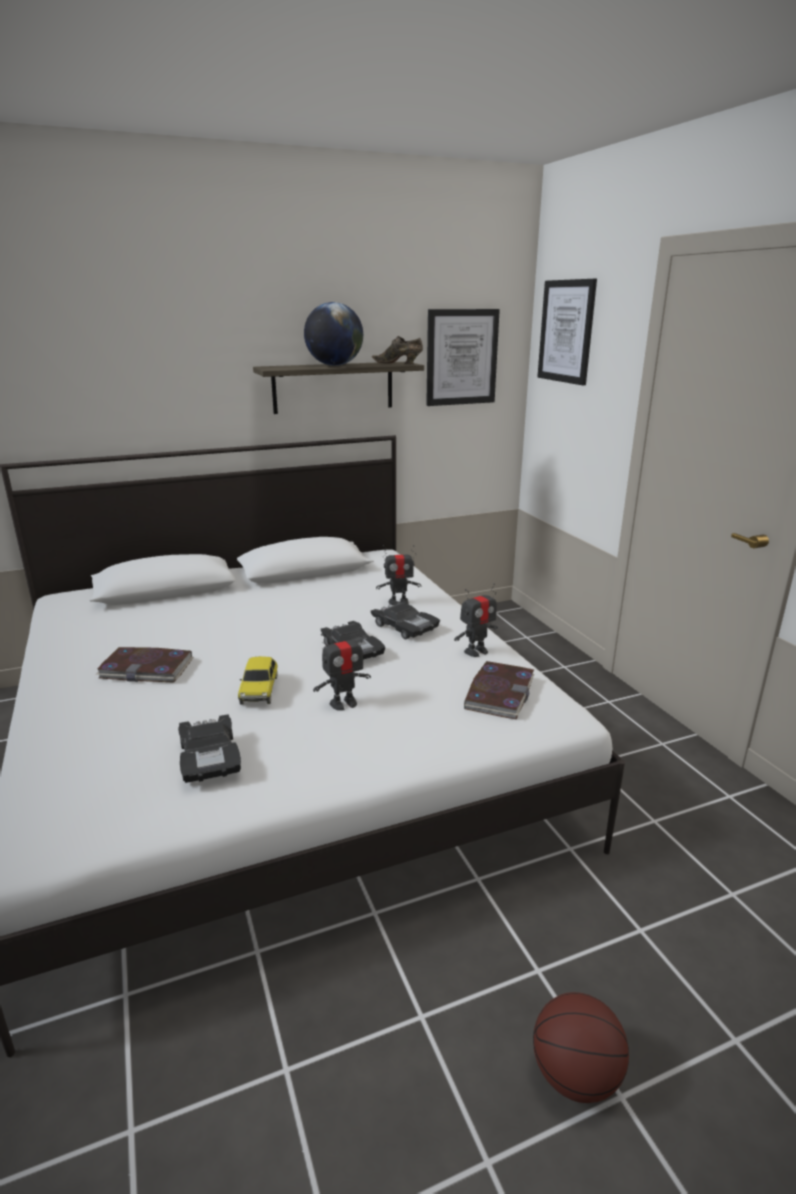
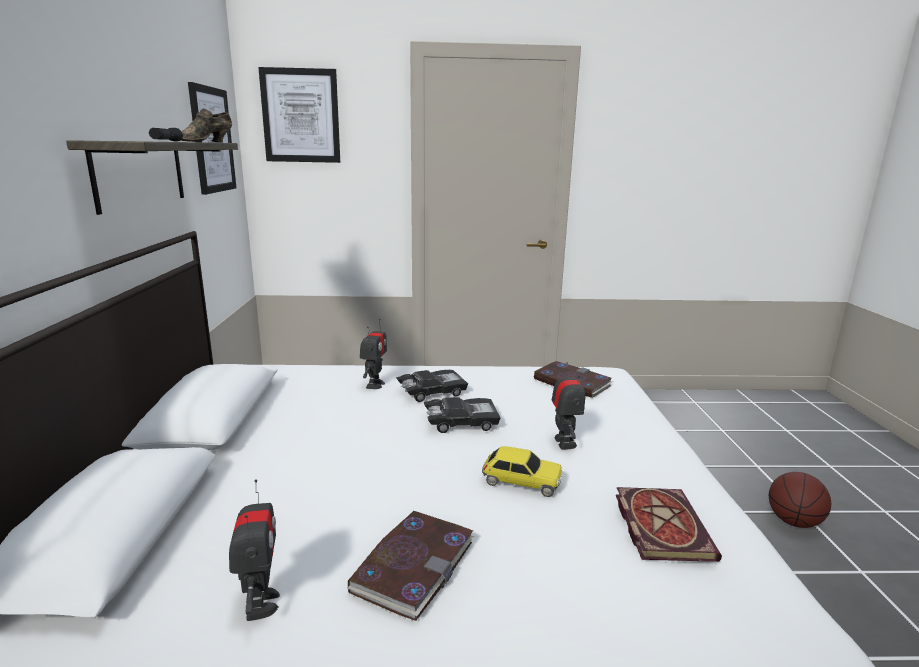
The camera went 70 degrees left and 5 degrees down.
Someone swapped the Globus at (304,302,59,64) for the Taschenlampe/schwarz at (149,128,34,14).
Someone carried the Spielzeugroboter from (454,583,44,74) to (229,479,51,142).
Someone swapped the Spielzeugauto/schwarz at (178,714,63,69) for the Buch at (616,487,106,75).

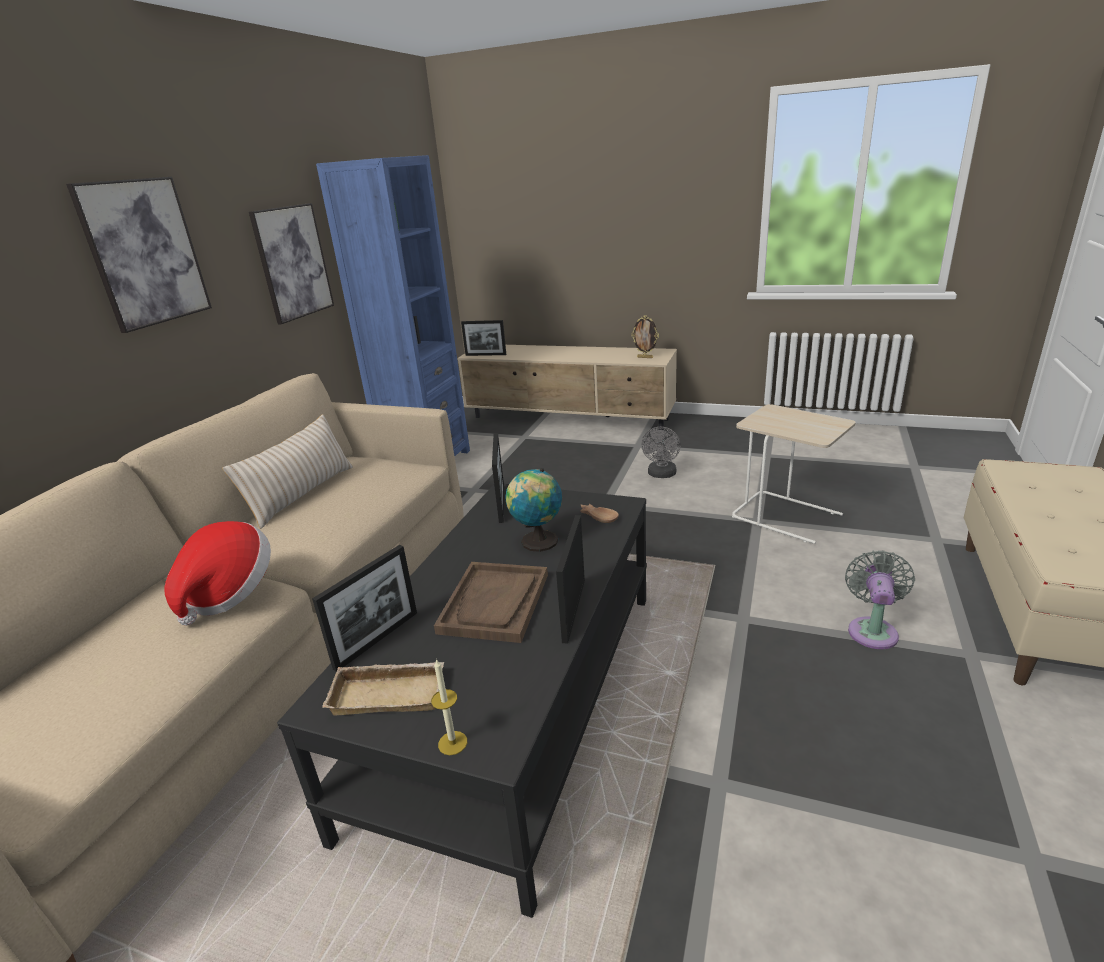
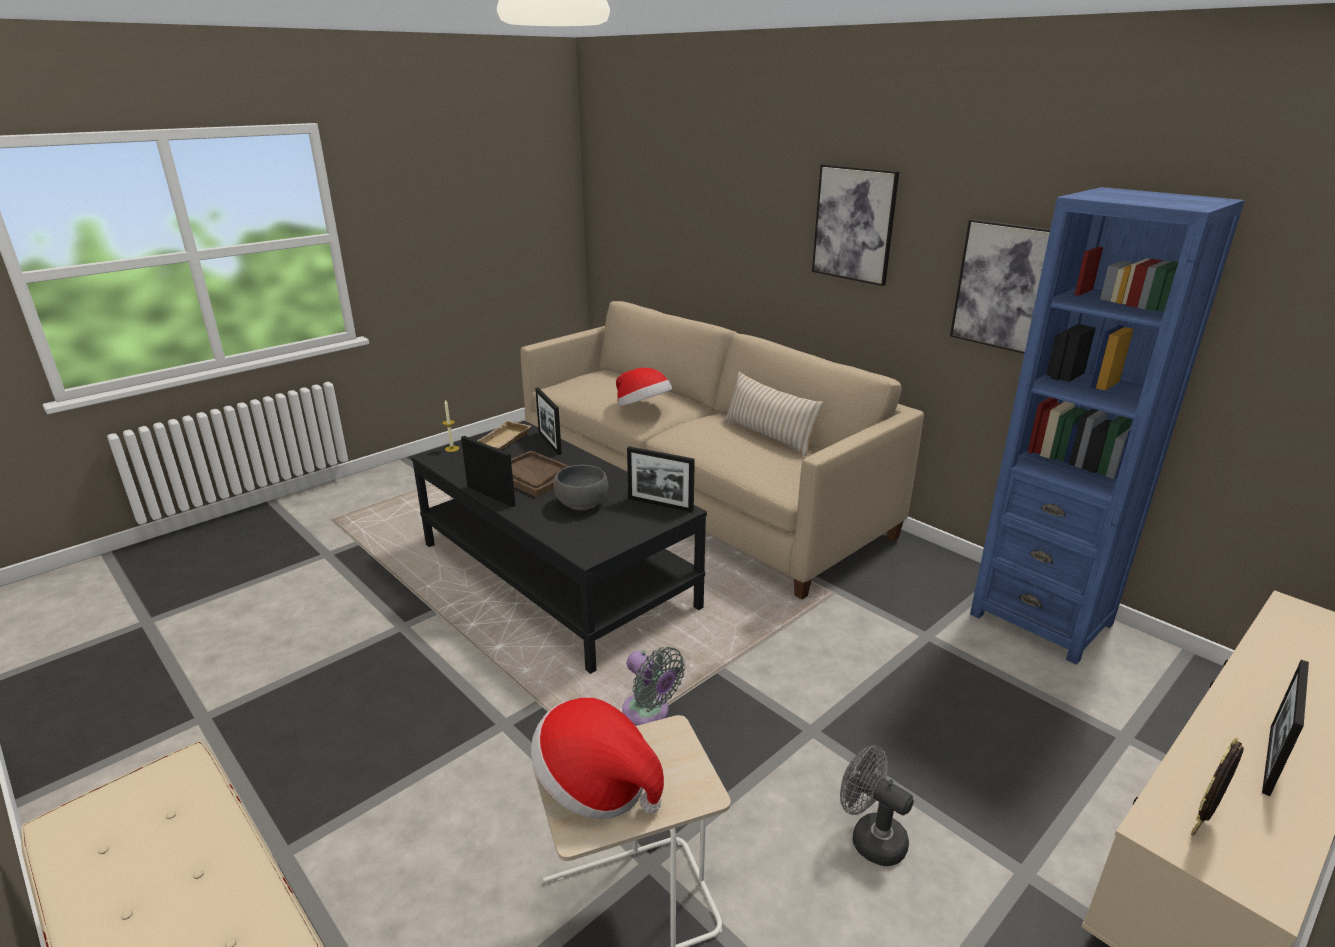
The camera went 115 degrees right and 0 degrees up.
Someone put down the Hut at (531,698,133,121).
Someone swapped the Globus at (505,468,57,84) for the Schüssel/grau at (553,465,55,45).
Someone carried the Ventilator/grau from (845,550,70,99) to (622,647,63,78).
Someone carried the Bilderrahmen from (461,320,45,36) to (1262,660,47,136).
Someone took away the Schüssel/braun at (580,504,39,19).

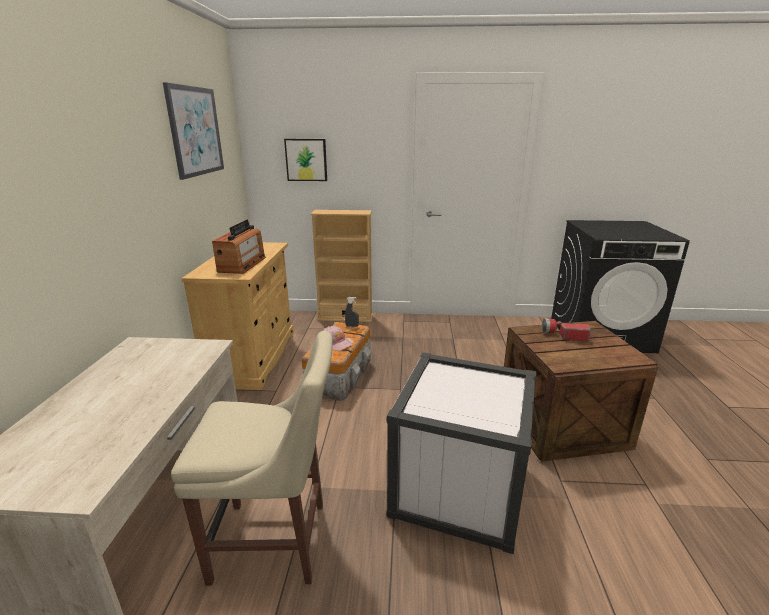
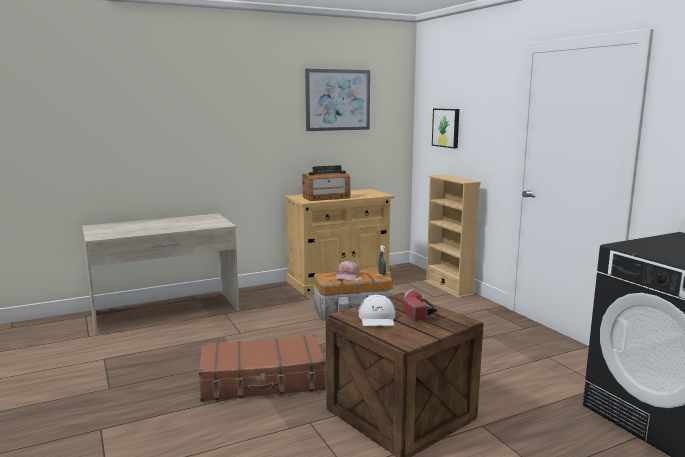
The camera went 60 degrees right and 10 degrees down.
Someone swapped the Aufbewahrungsbox/weiß at (386,352,151,202) for the Koffer/braun at (198,334,127,68).
Someone put down the Kappe/weiß at (359,295,36,31).
Someone took away the Stuhl/beige at (171,331,162,255).

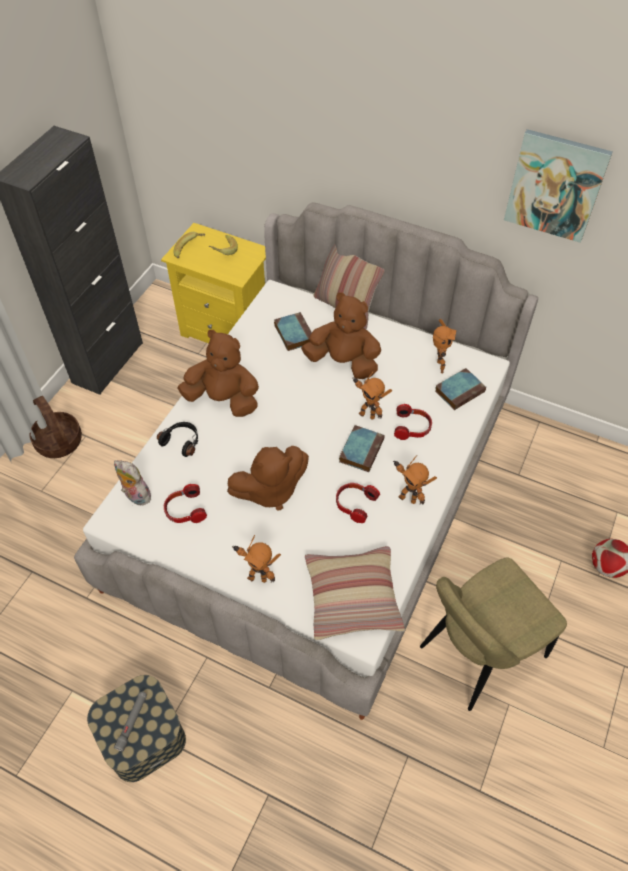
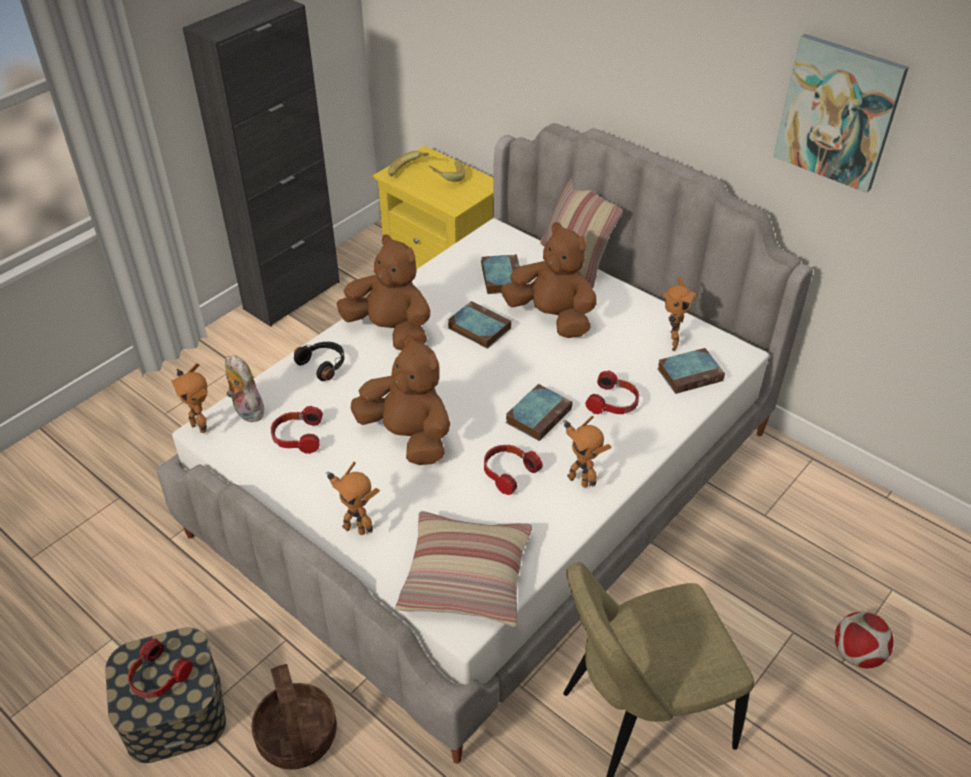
The camera went 15 degrees right and 10 degrees down.
Someone swapped the Taschenlampe/grau at (114,691,33,60) for the Kopfhörer at (128,638,65,60).
Someone carried the Spielzeugroboter from (352,371,40,48) to (171,363,37,70).
Someone carried the Korb from (29,396,53,62) to (251,664,86,106).
Someone rotated the Plüschtier/braun at (227,446,82,65) by 135 degrees counterclockwise.
Someone put down the Buch at (448,301,63,48).

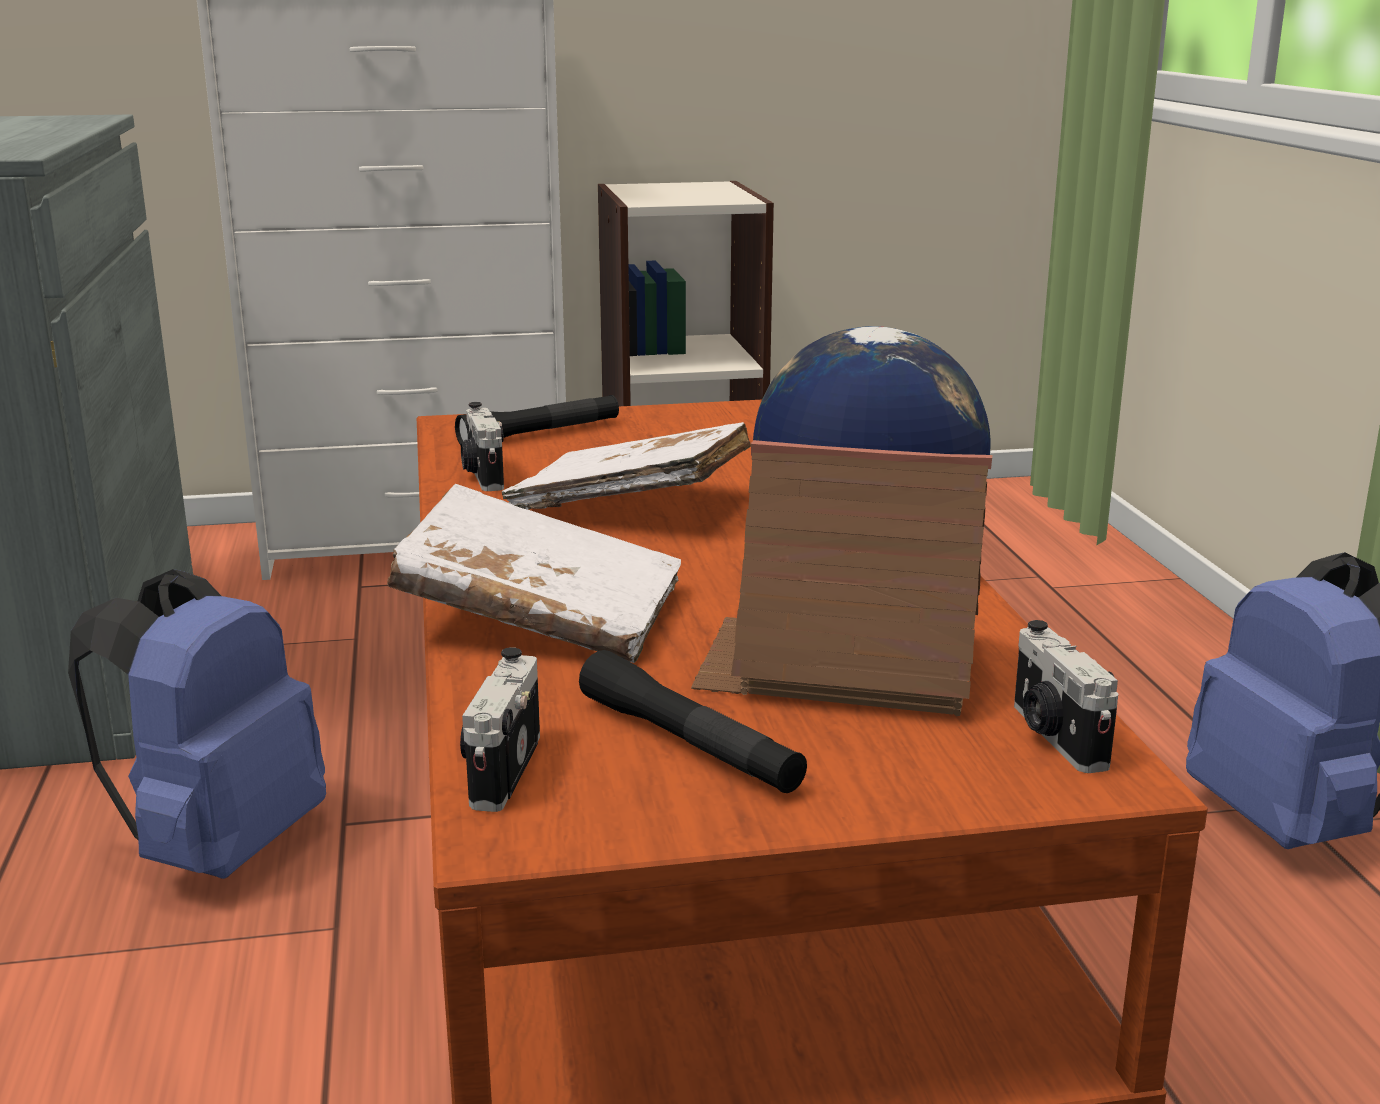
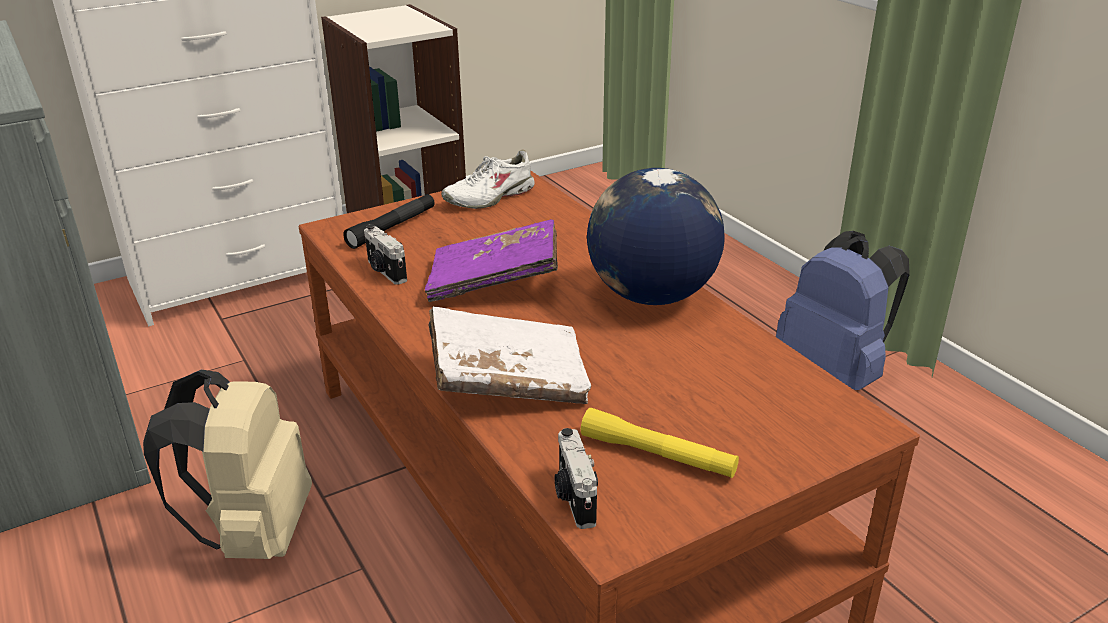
The camera went 20 degrees left and 10 degrees up.
Someone repainted the Rucksack/blau at (68,569,258,310), which became the Rucksack/beige at (143,370,169,189).
Someone repainted the Buch/weiß at (502,422,249,88), which became the Buch/lila at (425,219,133,83).
Someone put down the Schuh/weiß at (441,149,94,60).
Someone repainted the Taschenlampe/schwarz at (579,650,228,143), which became the Taschenlampe/gelb at (581,408,158,70).
Someone took away the Spielzeughaus at (691,440,301,276).
Someone took away the Kamera at (1014,620,104,153).

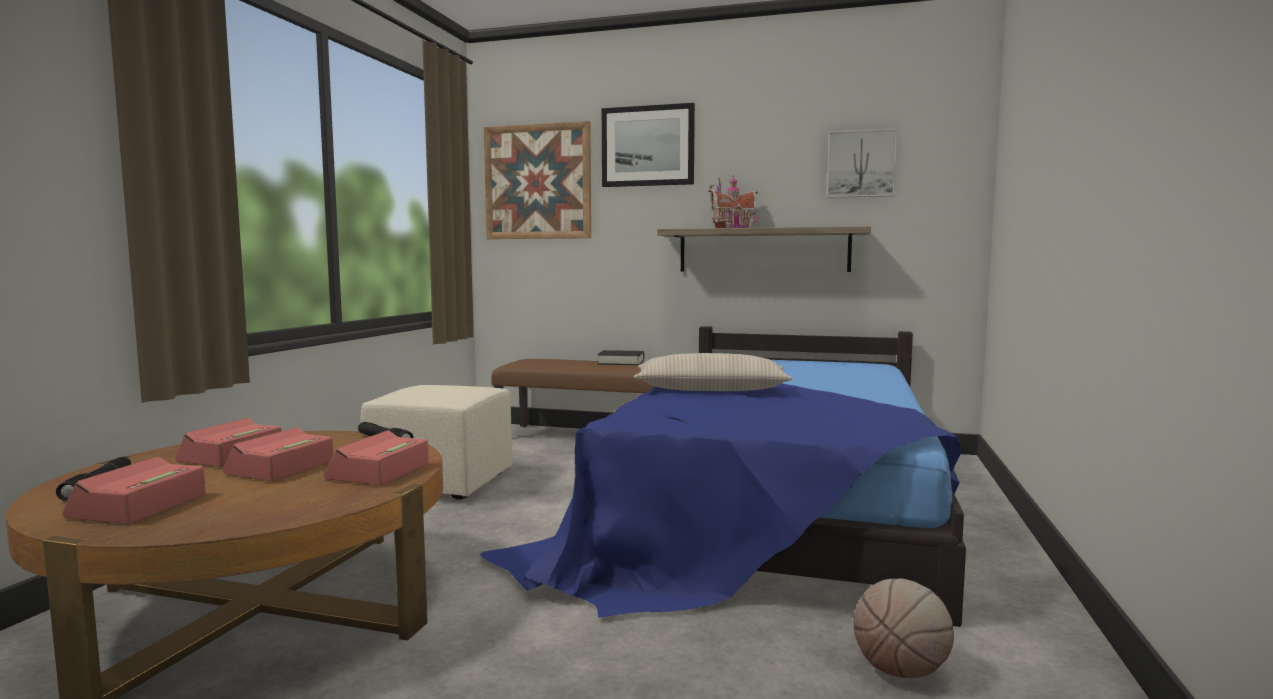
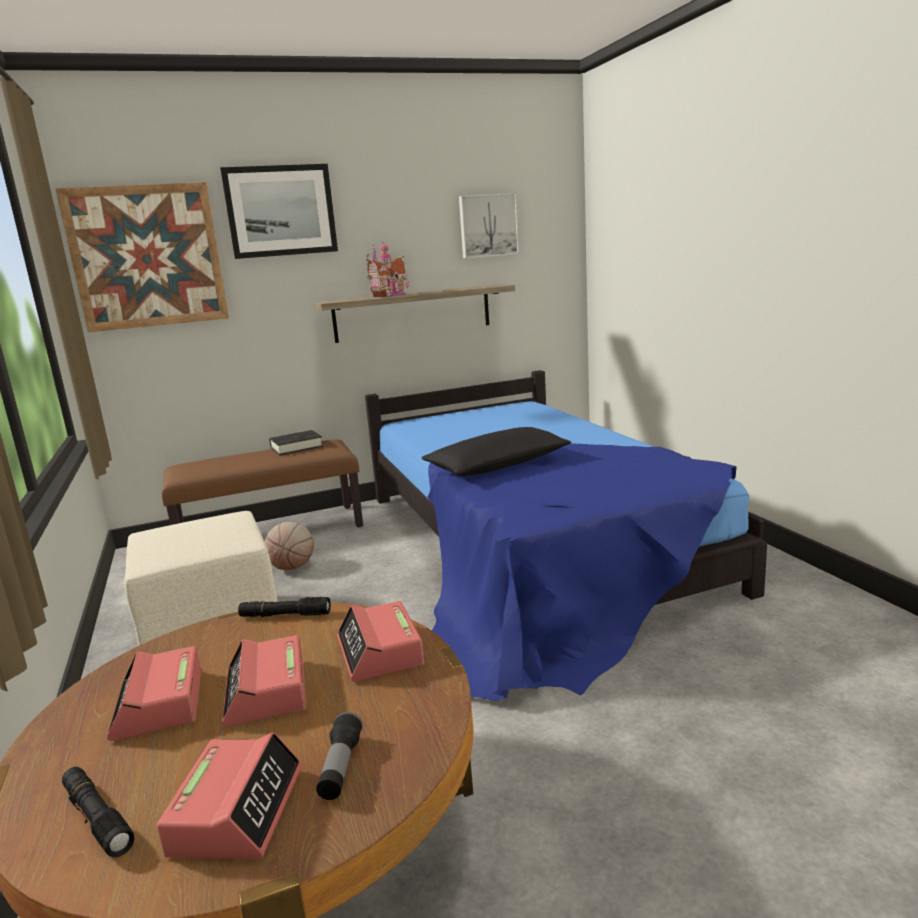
The camera went 35 degrees left and 10 degrees up.
Someone rotated the Wecker at (62,457,144,67) by 150 degrees counterclockwise.
Someone carried the Basketball from (853,578,101,100) to (265,522,49,48).
Someone put down the Taschenlampe at (316,712,47,88).
Someone repainted the Kissen/beige at (634,353,159,38), which became the Kissen/schwarz at (421,427,151,49).

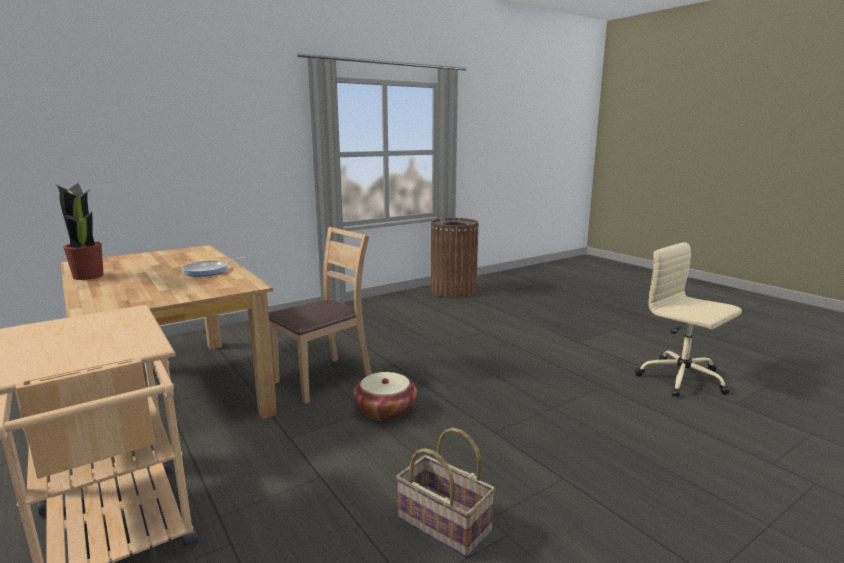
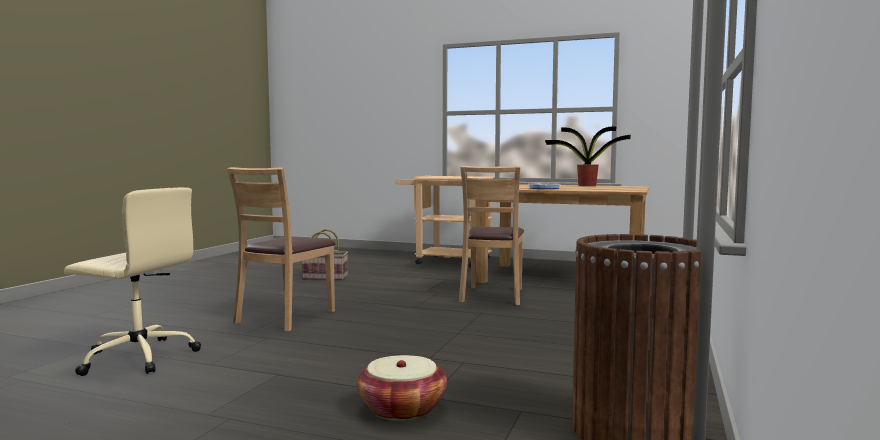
The camera went 145 degrees right and 10 degrees down.
Someone put down the Stuhl/braun at (227,167,109,165).
Someone carried the Korb from (353,372,64,49) to (357,355,90,66).

